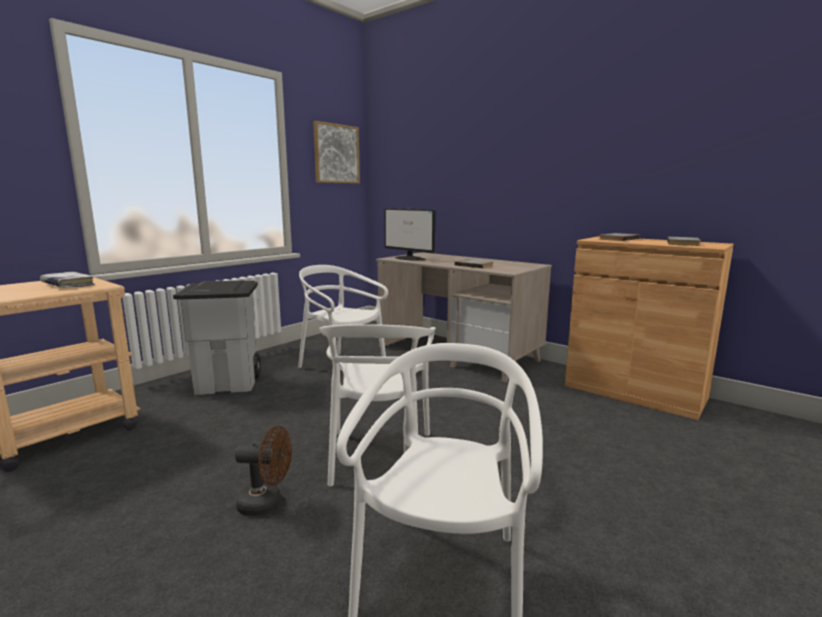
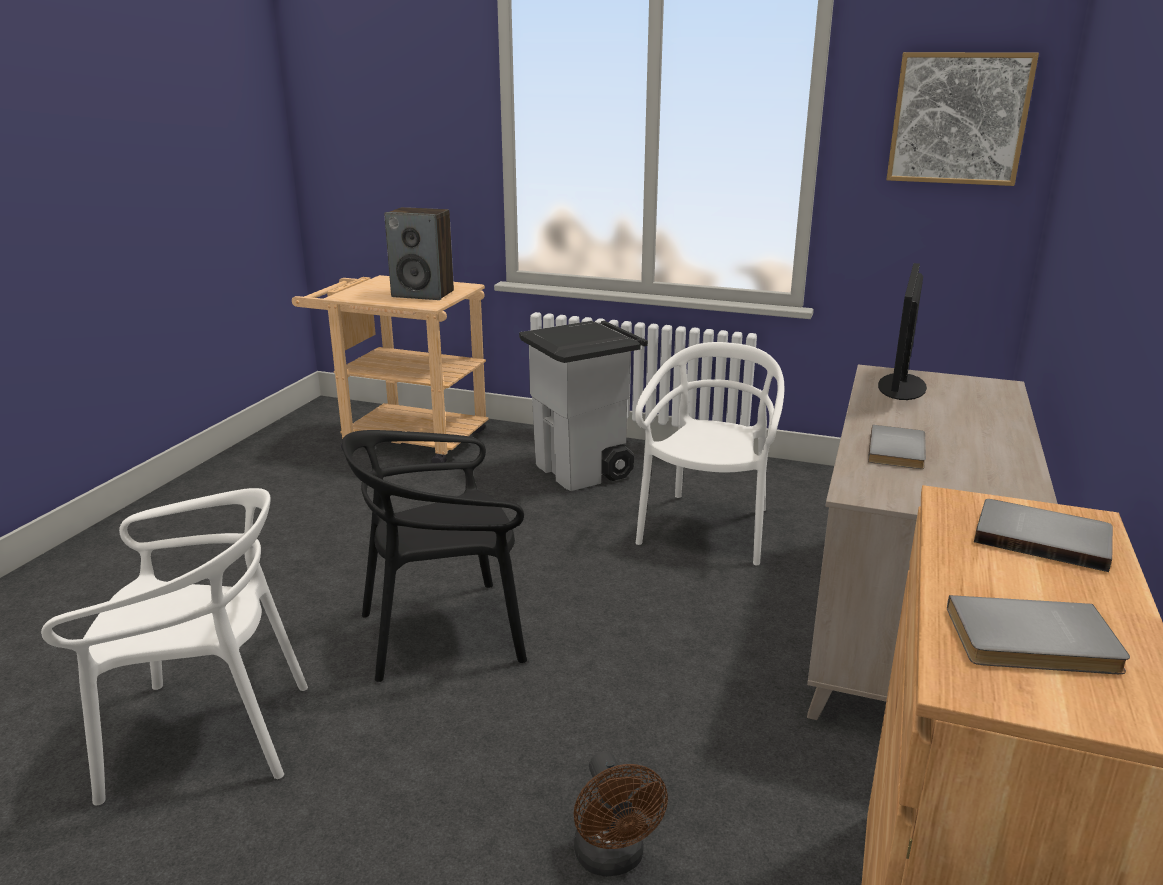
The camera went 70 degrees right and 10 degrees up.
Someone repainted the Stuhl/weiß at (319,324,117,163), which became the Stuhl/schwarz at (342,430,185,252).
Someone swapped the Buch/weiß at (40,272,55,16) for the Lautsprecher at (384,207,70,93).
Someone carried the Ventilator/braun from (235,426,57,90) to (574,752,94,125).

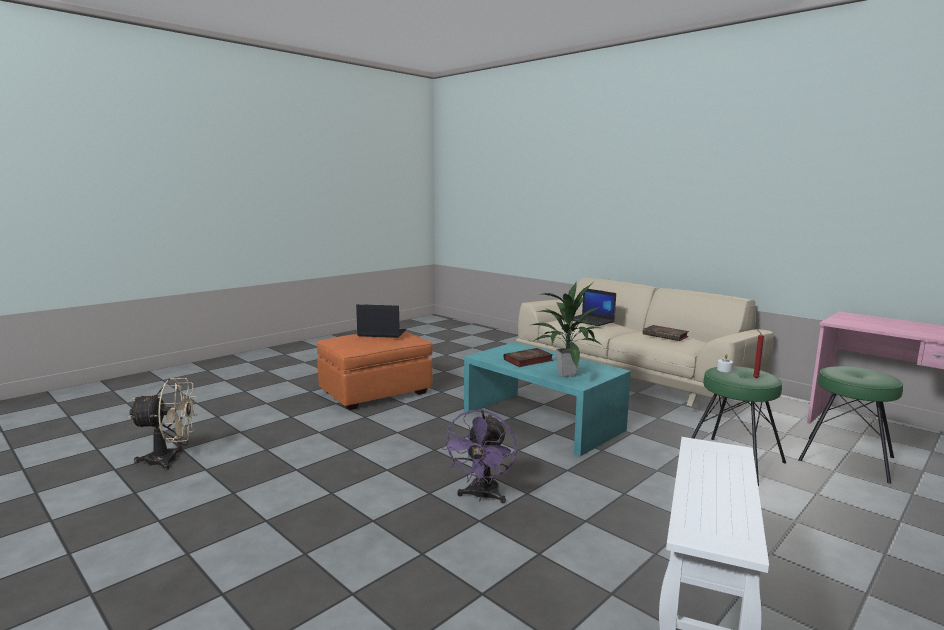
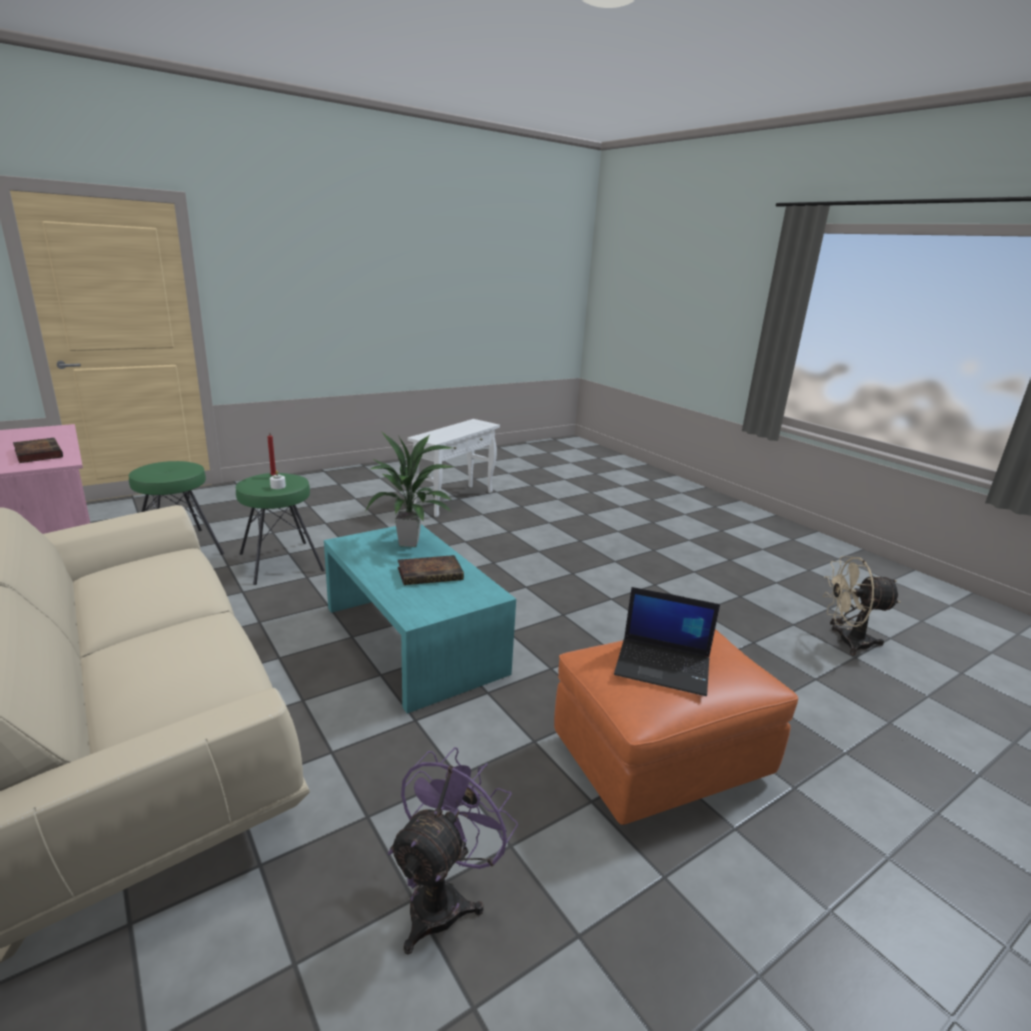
The camera went 170 degrees left and 10 degrees up.
Someone carried the Buch from (643,325,46,16) to (13,438,50,25).
Someone carried the Ventilator/lila from (442,410,75,93) to (388,747,130,208).
Someone took away the Laptop at (573,288,43,38).

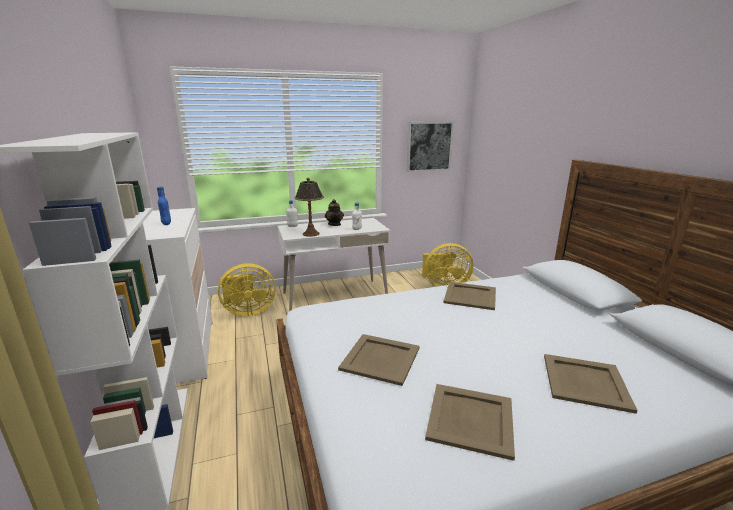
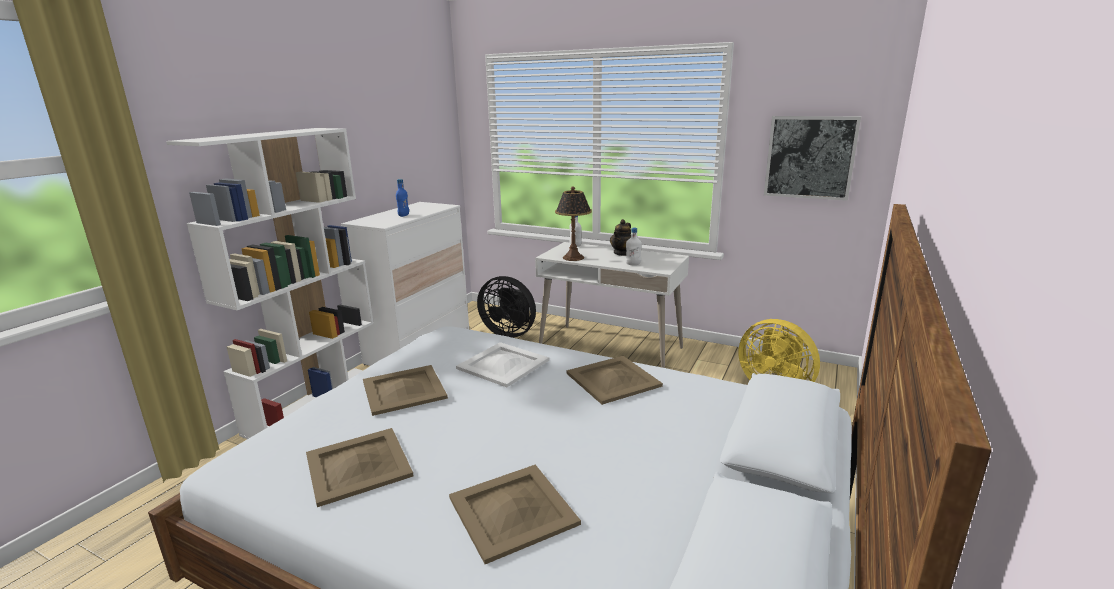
The camera went 45 degrees right and 0 degrees up.
Someone put down the Tablett/weiß at (456,342,93,45).
Someone repainted the Ventilator/gelb at (218,263,58,53), which became the Ventilator/schwarz at (477,276,59,62).

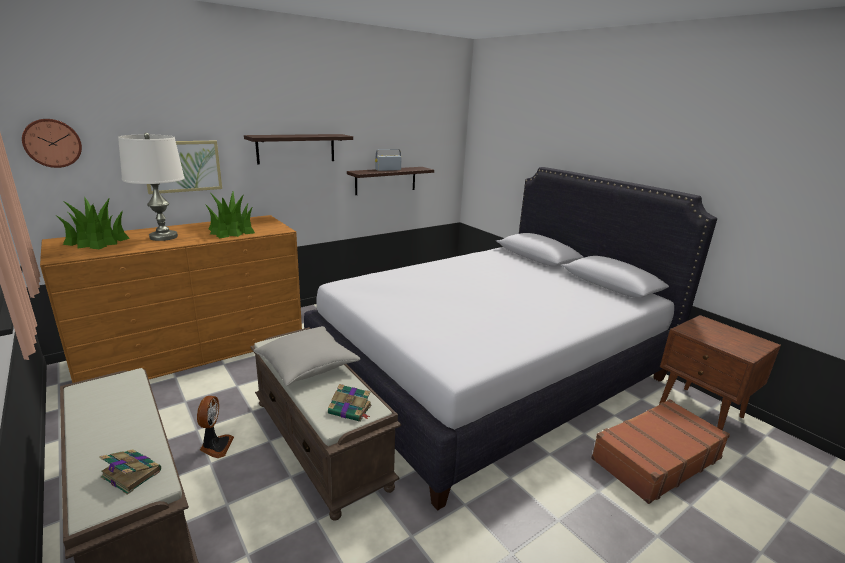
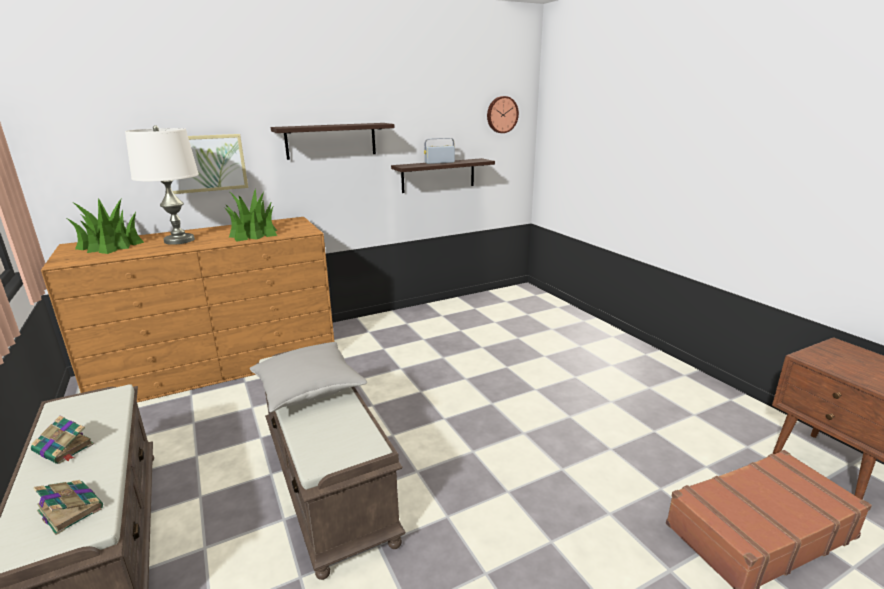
The camera went 10 degrees right and 0 degrees up.
Someone carried the Buch from (328,384,44,38) to (31,416,63,48).
Someone carried the Wanduhr from (22,119,60,49) to (487,96,32,37).
Someone took away the Ventilator at (197,396,37,62).
Someone took away the Bett/weiß at (304,167,413,344).

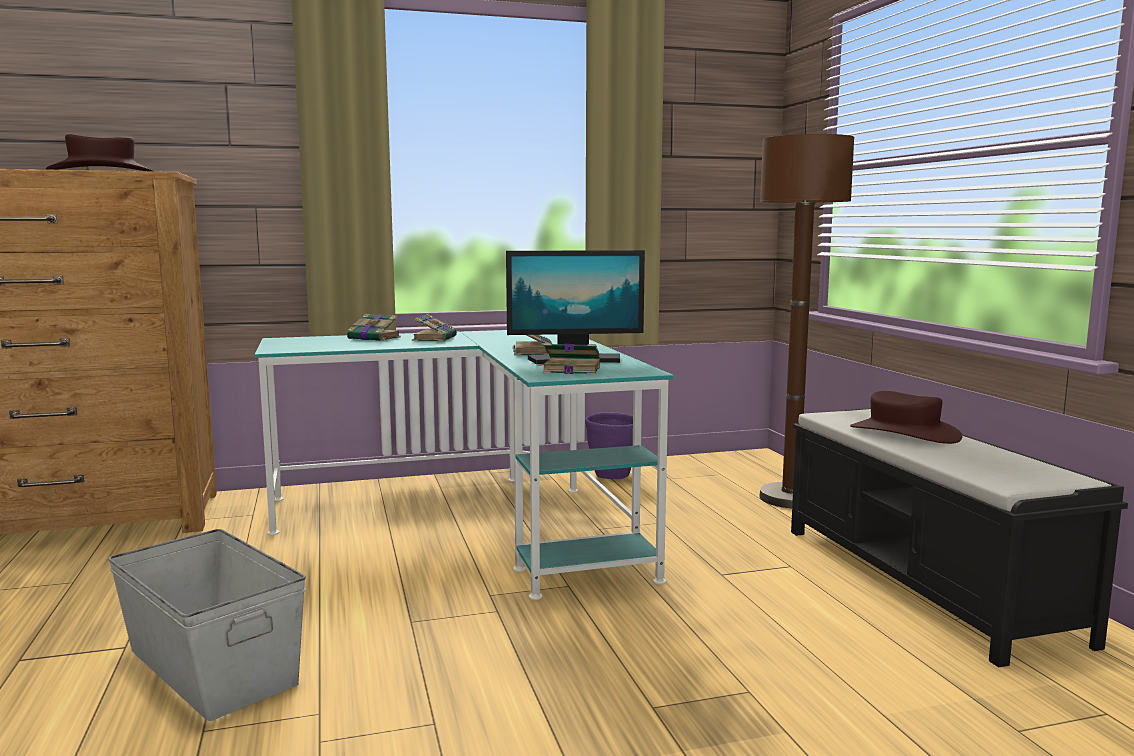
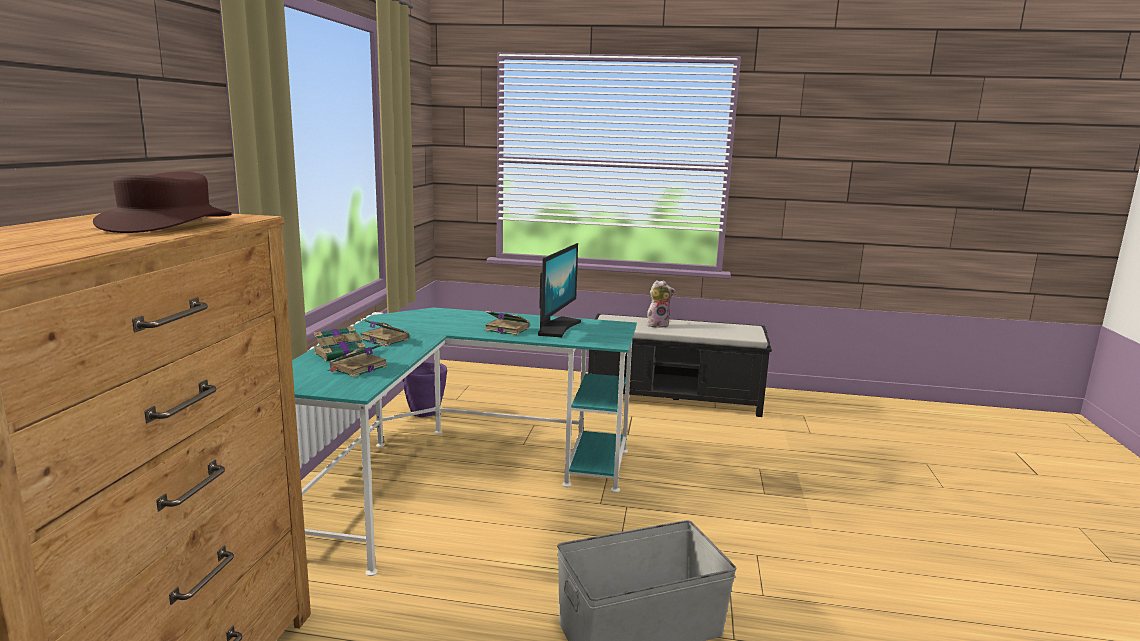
The camera went 65 degrees left and 5 degrees up.
Someone carried the Buch from (539,343,61,32) to (327,343,61,34).
Someone swapped the Hut/braun at (850,391,113,53) for the Plüschtier at (646,280,29,48).
Someone took away the Stehlampe/braun at (759,134,95,374).

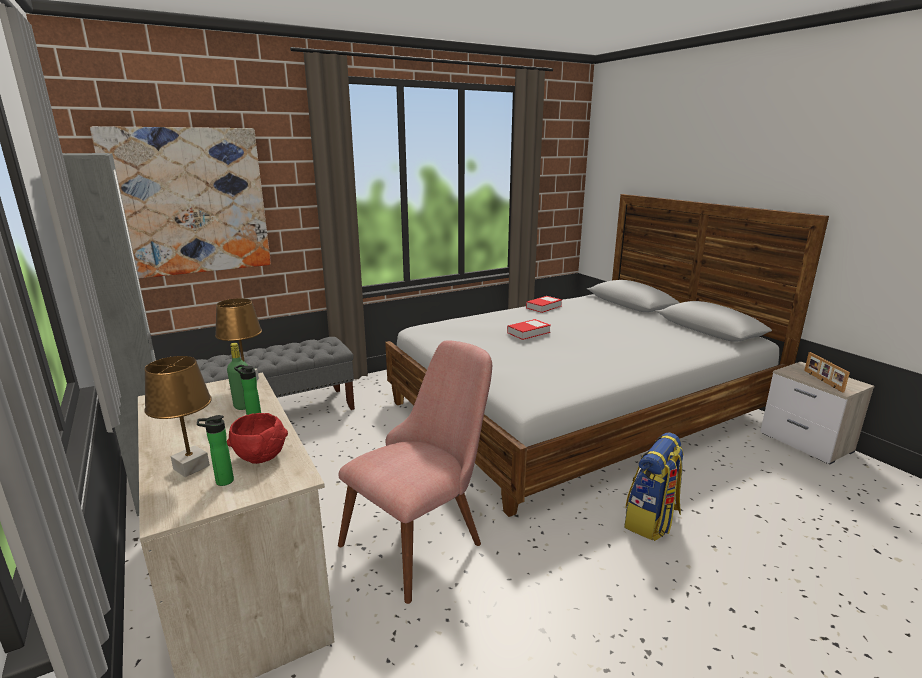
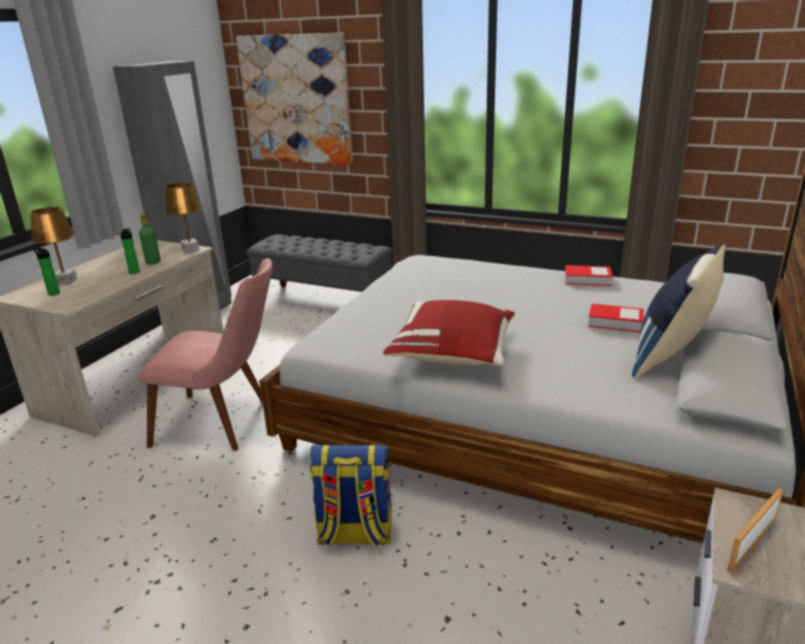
The camera went 55 degrees right and 5 degrees up.
Someone put down the Kissen/rot at (383,300,132,66).
Someone carried the Buch from (507,319,44,21) to (588,304,56,28).
Someone put down the Kissen/blau at (632,244,94,134).
Someone took away the Schüssel/rot at (227,413,61,51).

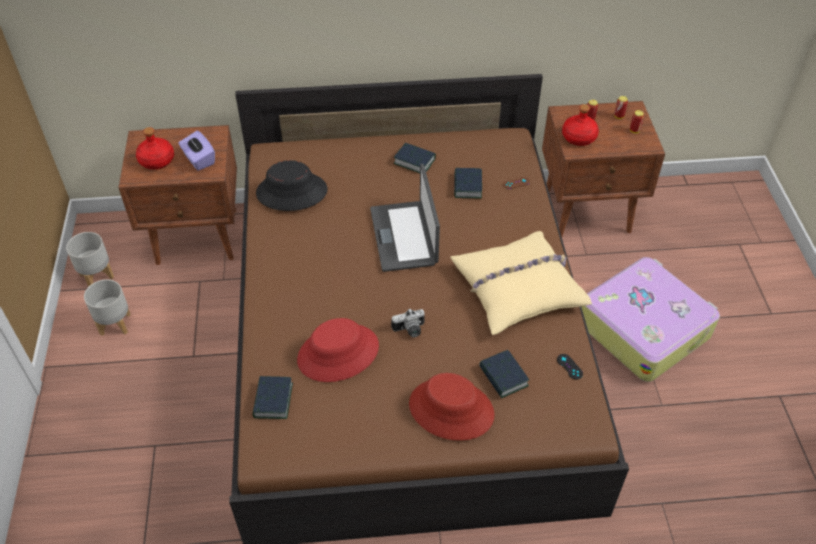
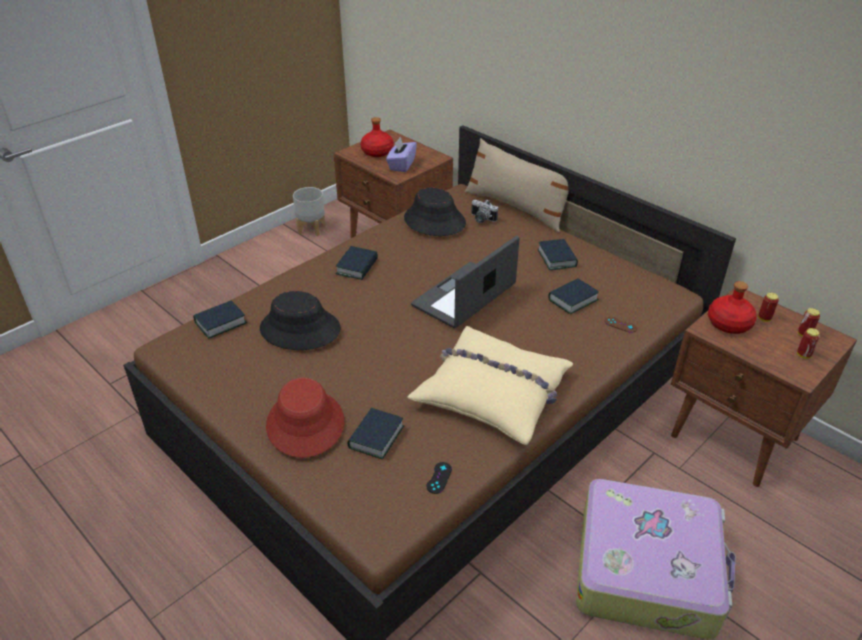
The camera went 50 degrees right and 10 degrees down.
Someone repainted the Hut/rot at (297,318,82,64), which became the Hut/schwarz at (260,291,81,59).
Someone put down the Buch at (336,246,42,34).
Someone put down the Kissen/beige at (465,138,104,94).
Someone carried the Kamera from (391,308,34,29) to (471,199,27,24).
Someone took away the Pflanzkübel/grau at (84,279,47,57).

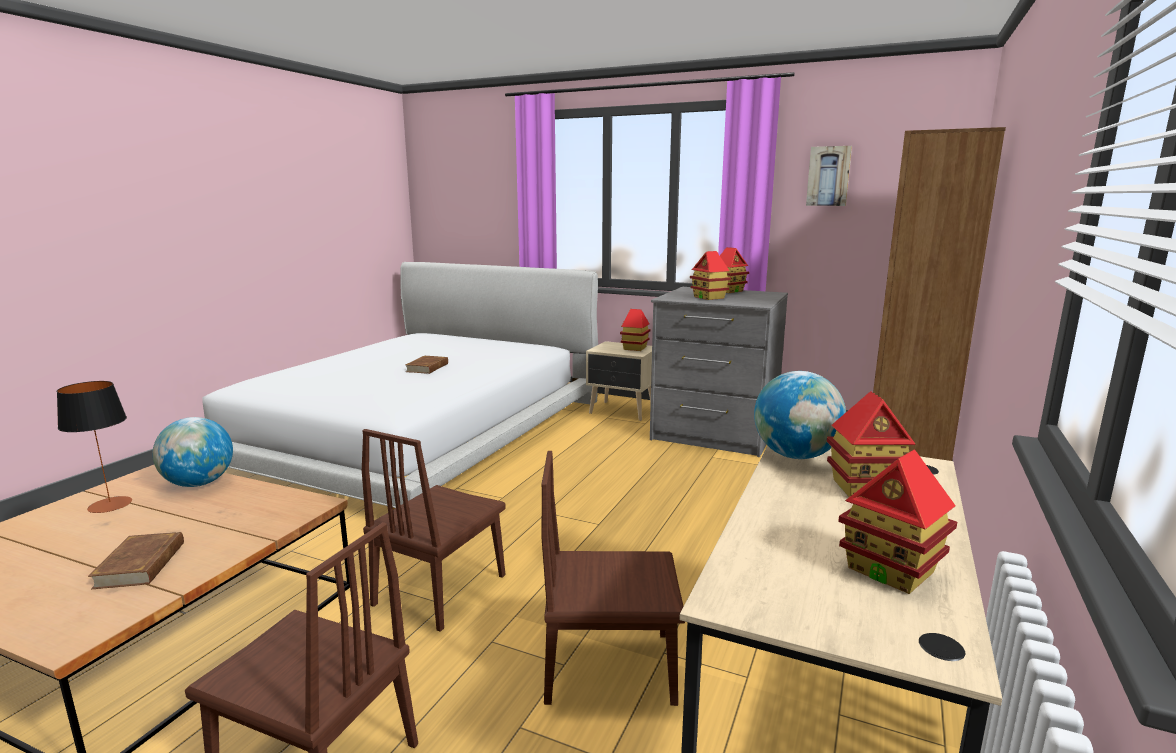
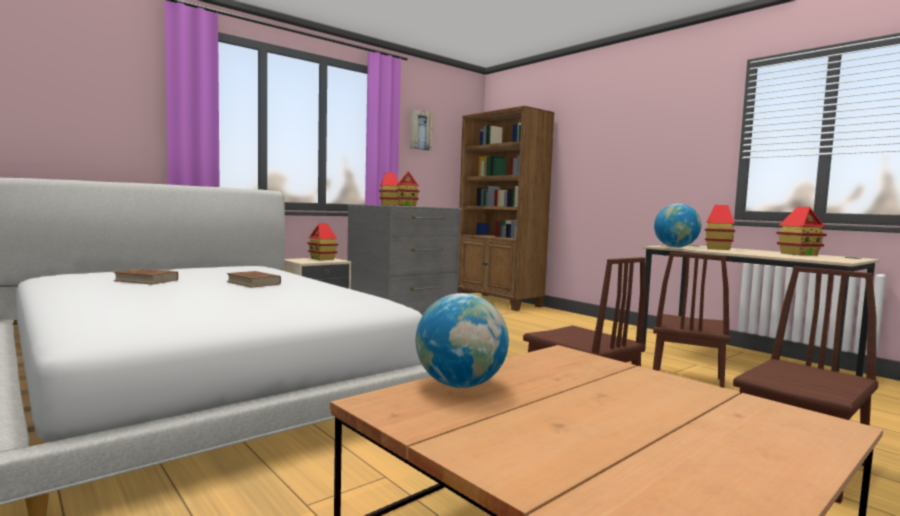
The camera went 65 degrees left and 10 degrees down.
Someone carried the Buch/braun from (88,532,96,57) to (113,269,65,16).
Someone took away the Tischlampe at (57,381,75,132).

